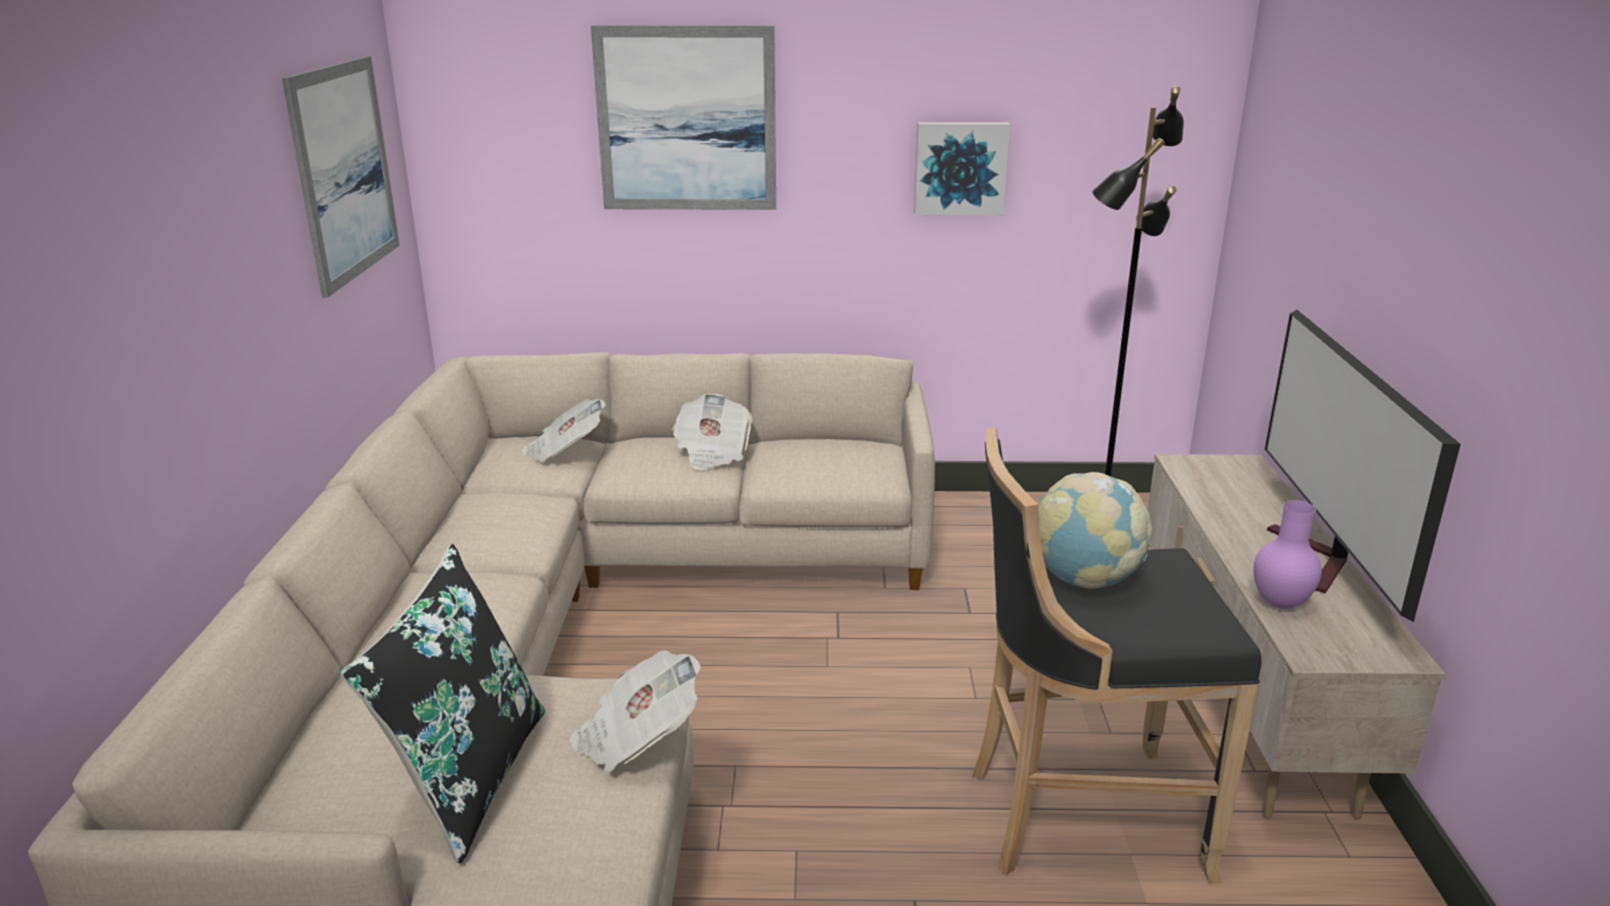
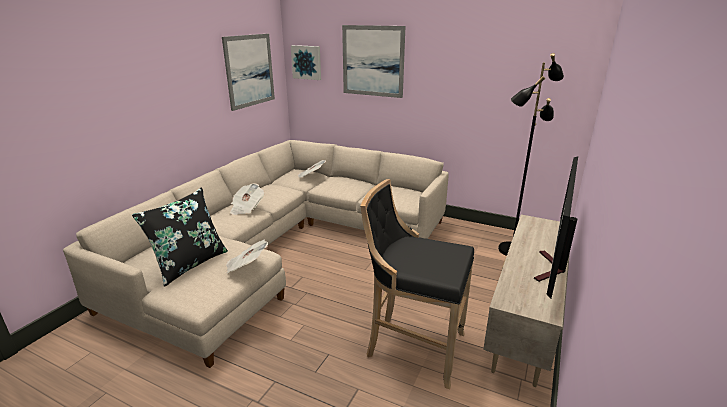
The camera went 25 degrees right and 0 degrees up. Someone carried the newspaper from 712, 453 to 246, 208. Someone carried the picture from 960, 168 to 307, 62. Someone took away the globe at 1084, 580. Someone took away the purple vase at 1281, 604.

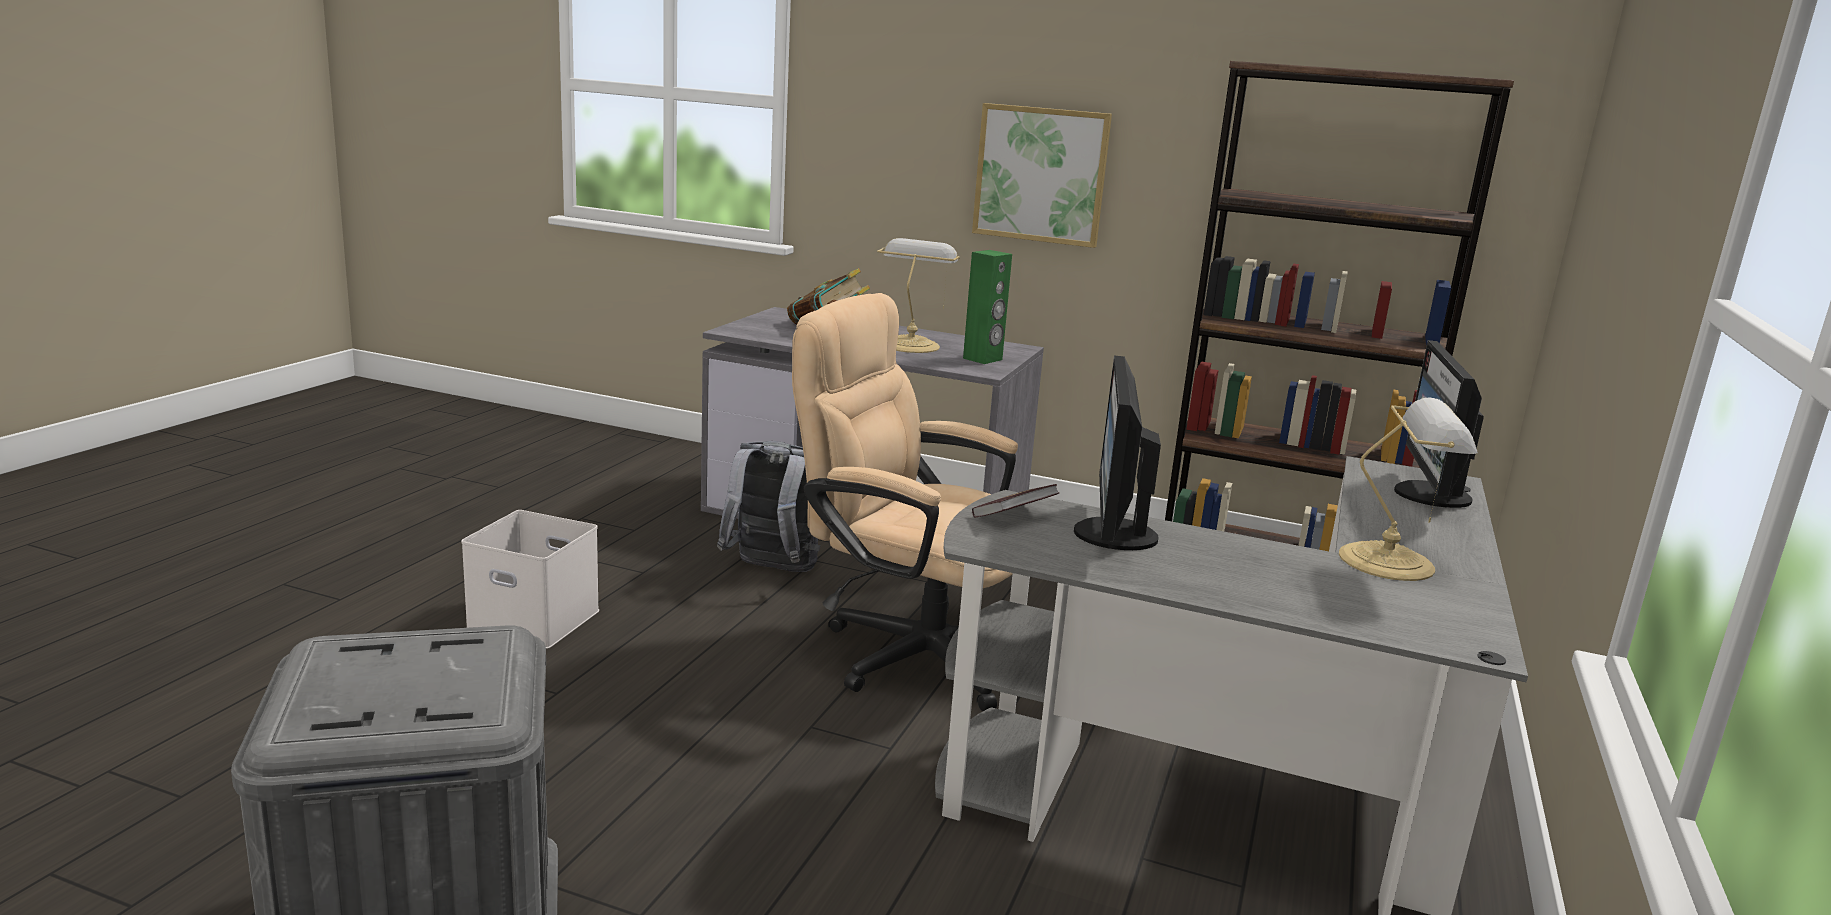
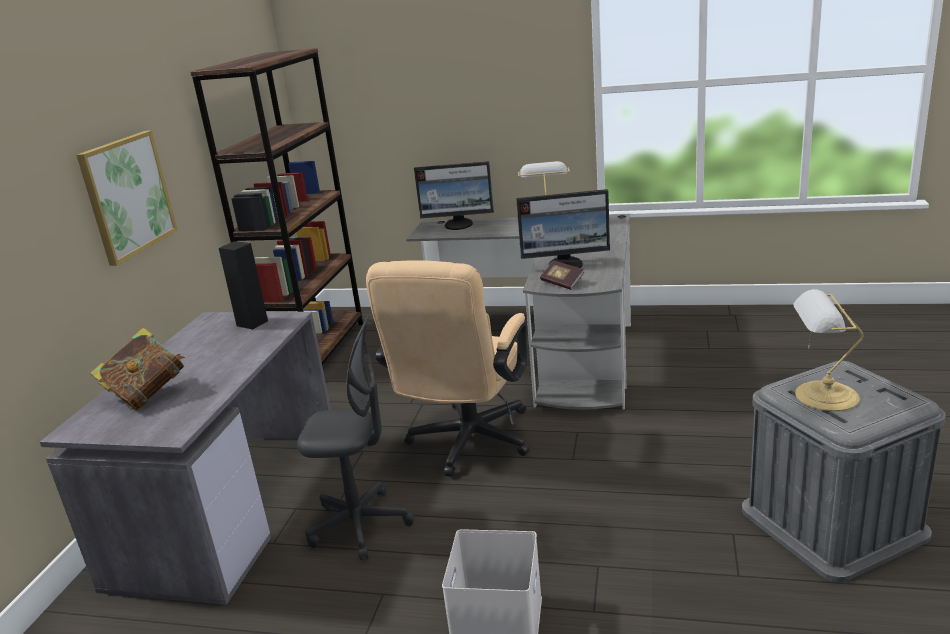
The camera went 95 degrees left and 5 degrees up. Someone swapped the grey backpack at 772, 570 for the grey office chair at 360, 525. Someone carried the table lamp from 911, 345 to 823, 396. Someone repainted the green speaker at 983, 359, which became the black speaker at 252, 323.

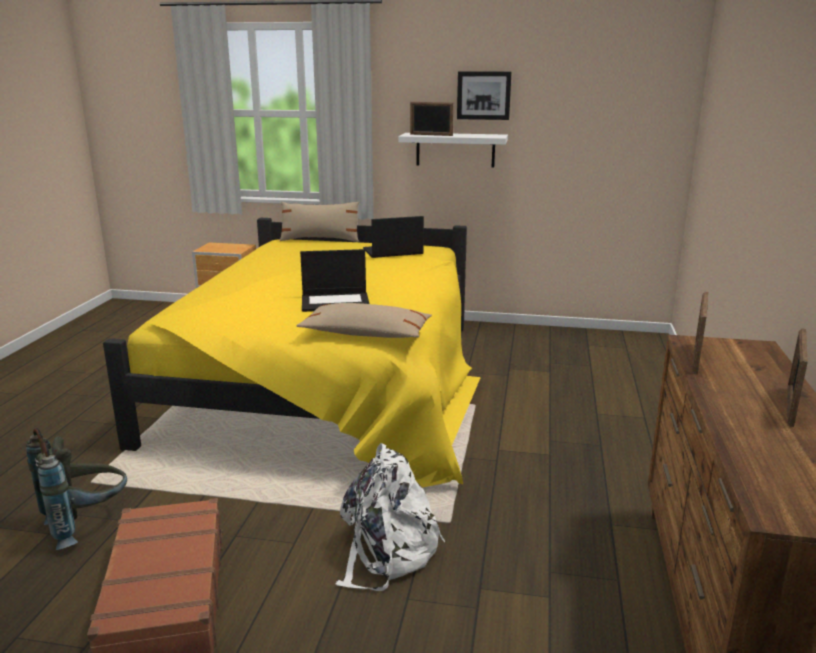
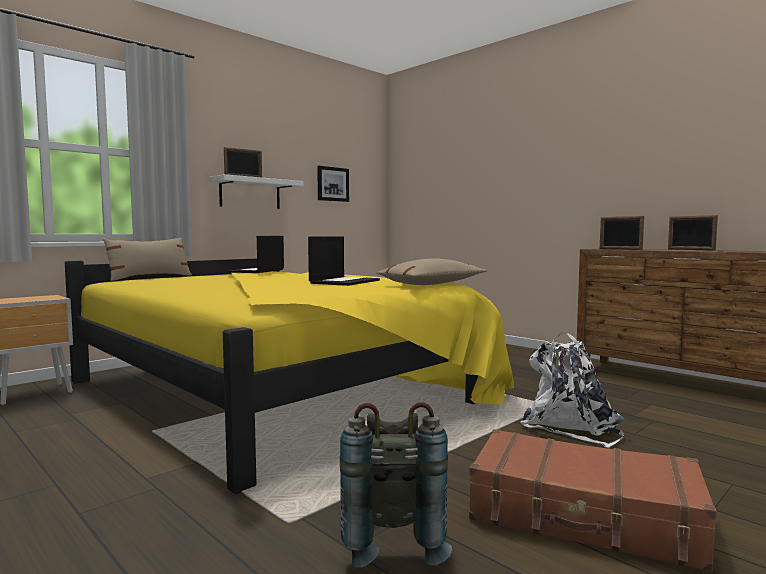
The camera went 55 degrees left and 15 degrees down. Someone carried the picture from 483, 95 to 332, 184.

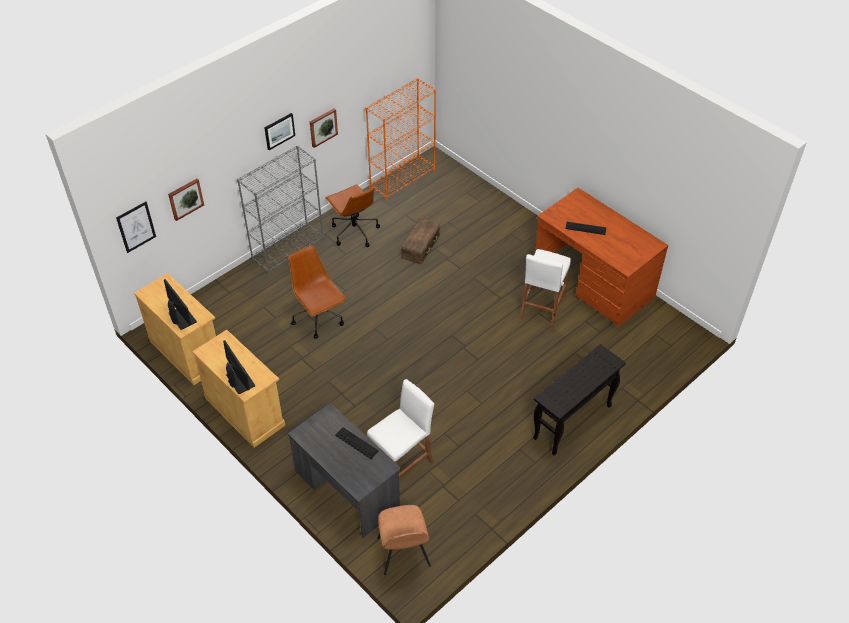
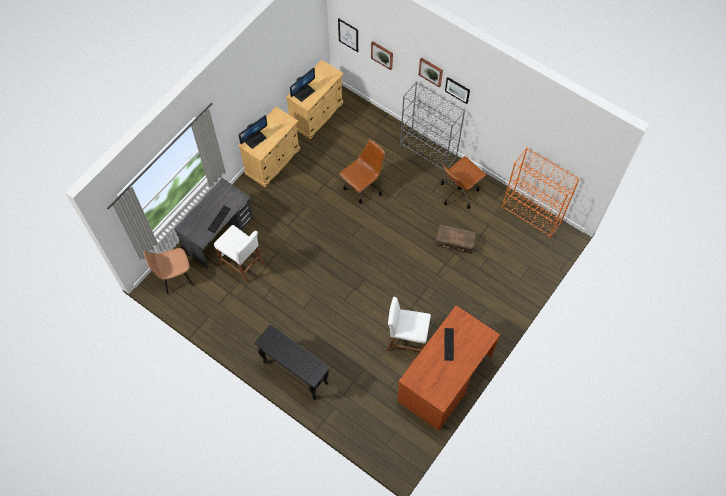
The camera went 80 degrees right and 15 degrees up. Someone carried the picture from 323, 127 to 431, 71.

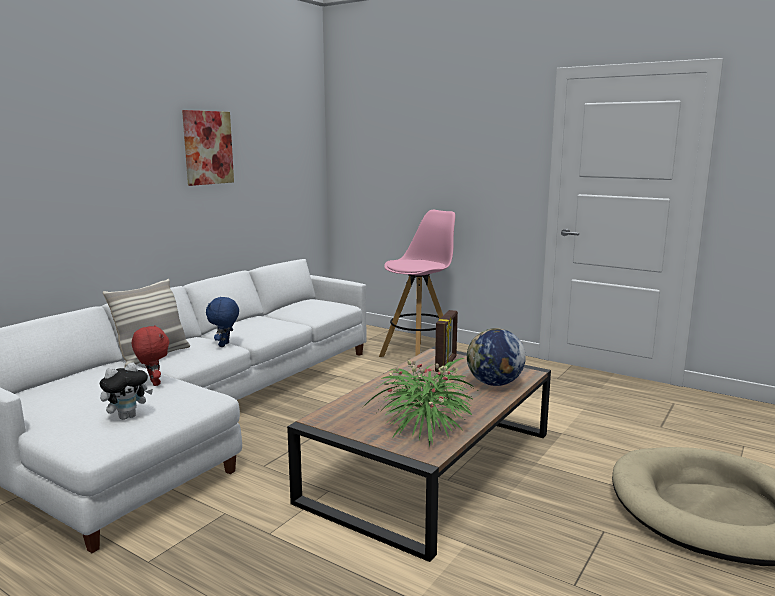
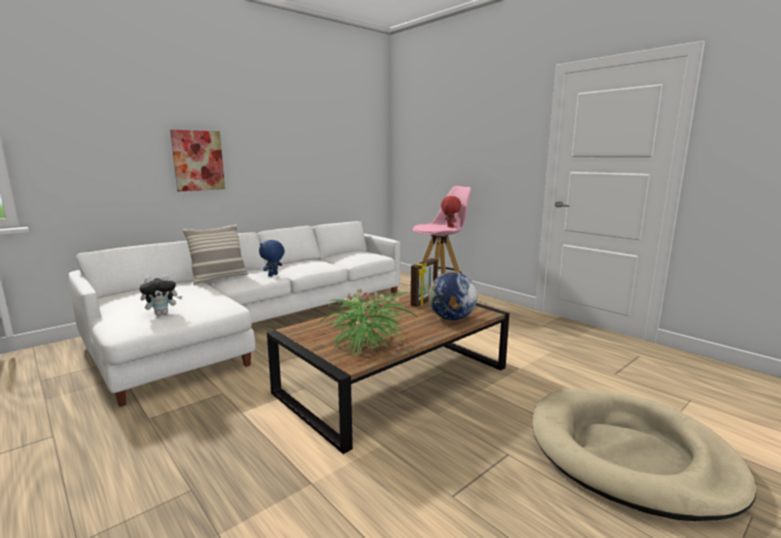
The camera went 15 degrees right and 0 degrees up. Someone carried the red plush toy from 153, 383 to 449, 227. Someone carried the picture from 208, 147 to 198, 160.

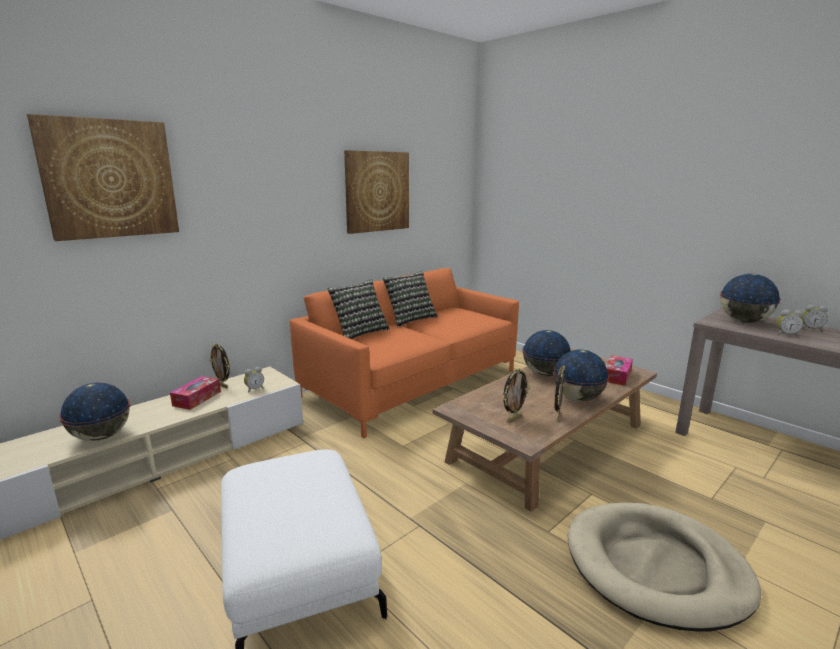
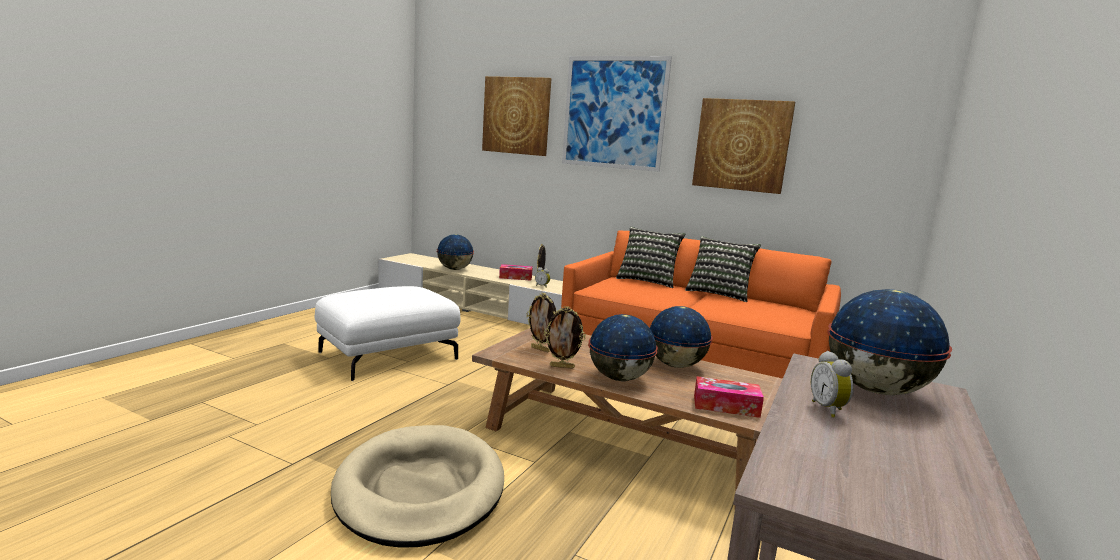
The camera went 70 degrees right and 5 degrees down. Someone took away the alarm clock at 810, 329. Someone put up the picture at 614, 113.

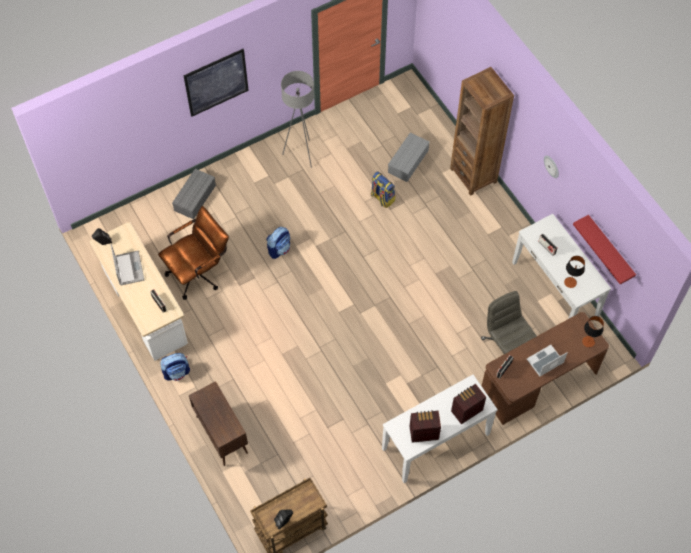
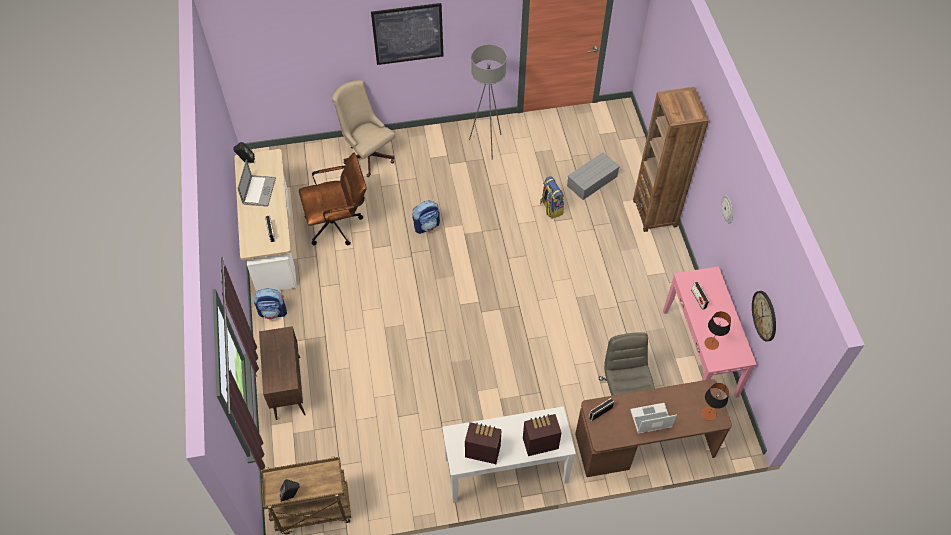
The camera went 20 degrees right and 5 degrees down. Someone swapped the grey storage box at 195, 197 for the beige office chair at 367, 154. Someone repainted the white console table at 555, 289, which became the pink console table at 700, 352. Someone swapped the red shelf at 610, 249 for the wall clock at 765, 315.

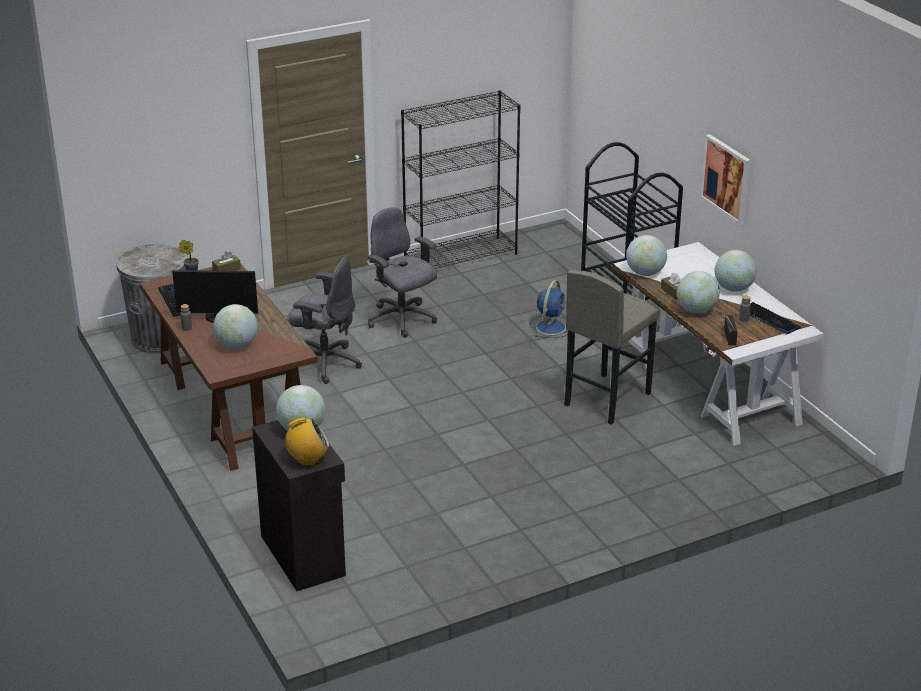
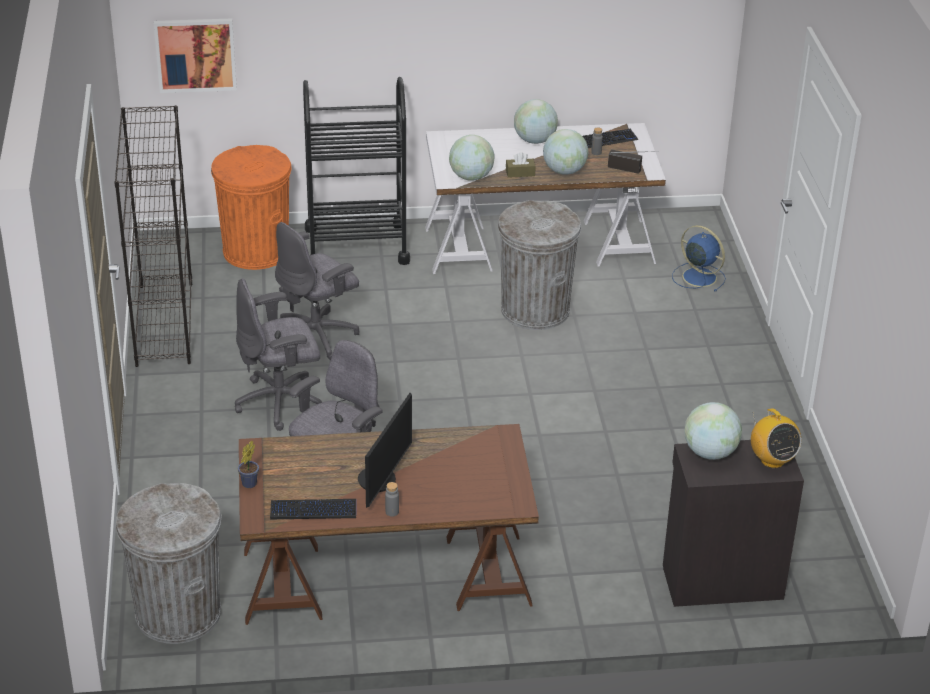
The camera went 70 degrees left and 5 degrees up. Someone took away the brown tissue box at 226, 269. Someone took away the globe at 237, 345. Someone rotated the radio at 308, 460 by 150 degrees clockwise. Someone carried the blue fan from 551, 326 to 698, 276. Someone swapped the grey stool at 606, 399 for the grey trash can at 535, 310. Someone carried the picture from 726, 178 to 195, 54. Someone put down the orange trash can at 256, 251. Someone put down the grey office chair at 317, 336.

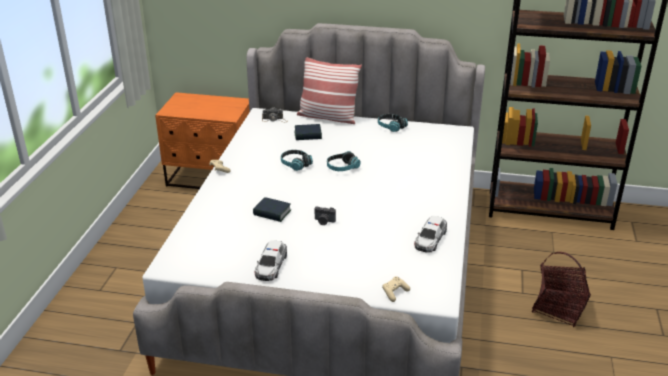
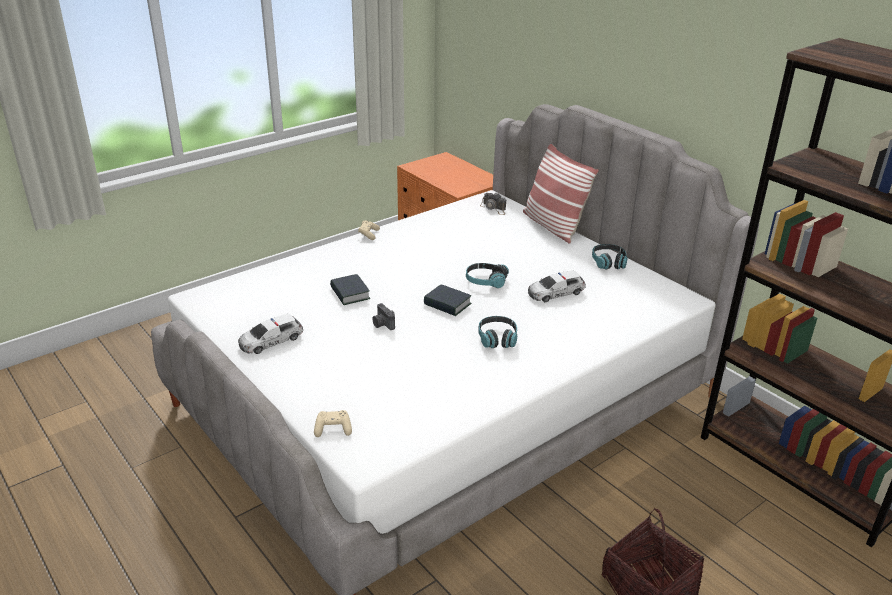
The camera went 40 degrees right and 0 degrees up. Someone carried the headphones from 295, 164 to 497, 338. Someone carried the book from 308, 135 to 447, 304. Someone carried the toy car from 430, 239 to 555, 292.

